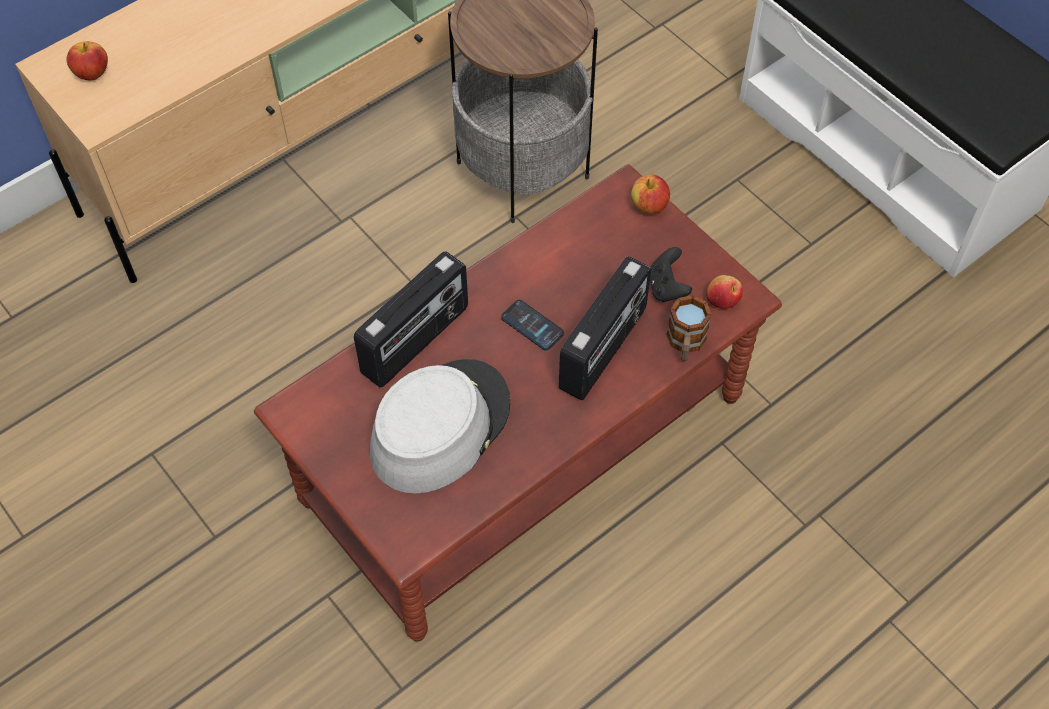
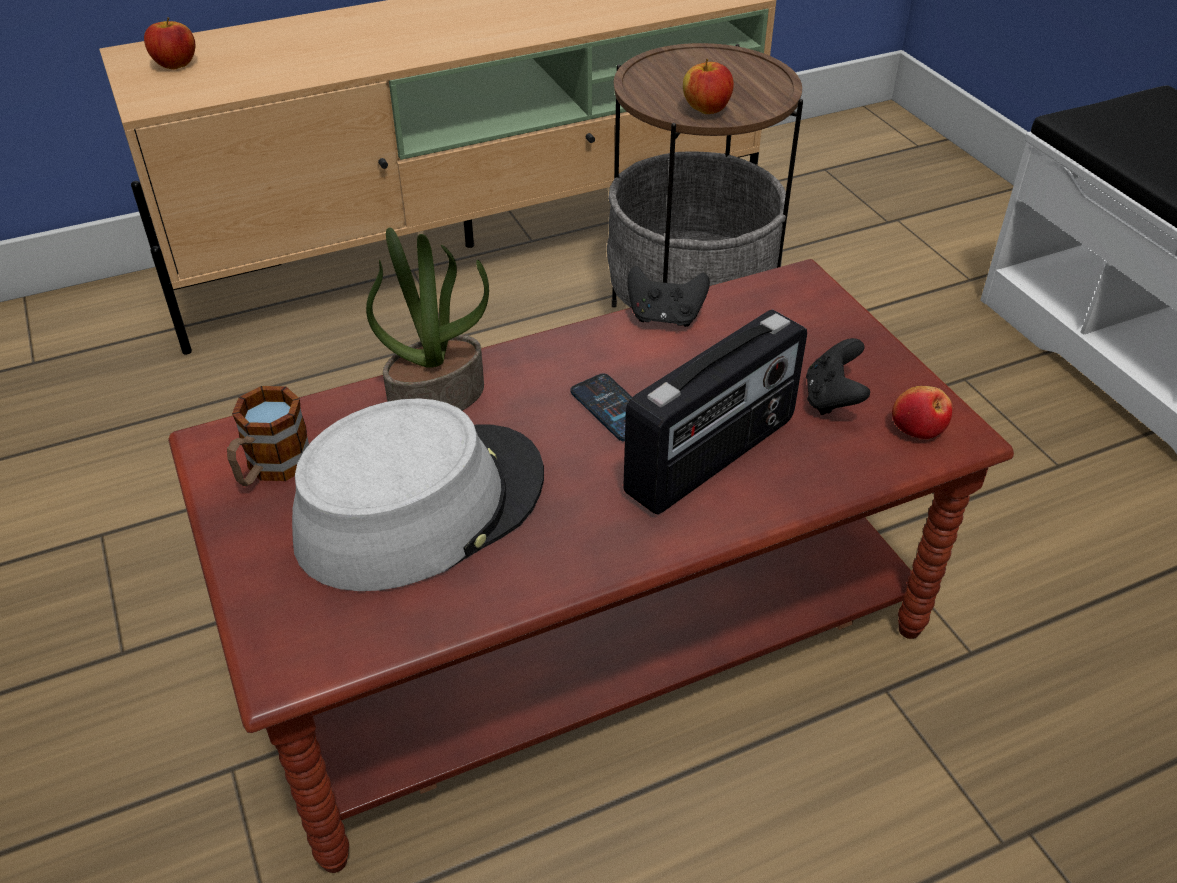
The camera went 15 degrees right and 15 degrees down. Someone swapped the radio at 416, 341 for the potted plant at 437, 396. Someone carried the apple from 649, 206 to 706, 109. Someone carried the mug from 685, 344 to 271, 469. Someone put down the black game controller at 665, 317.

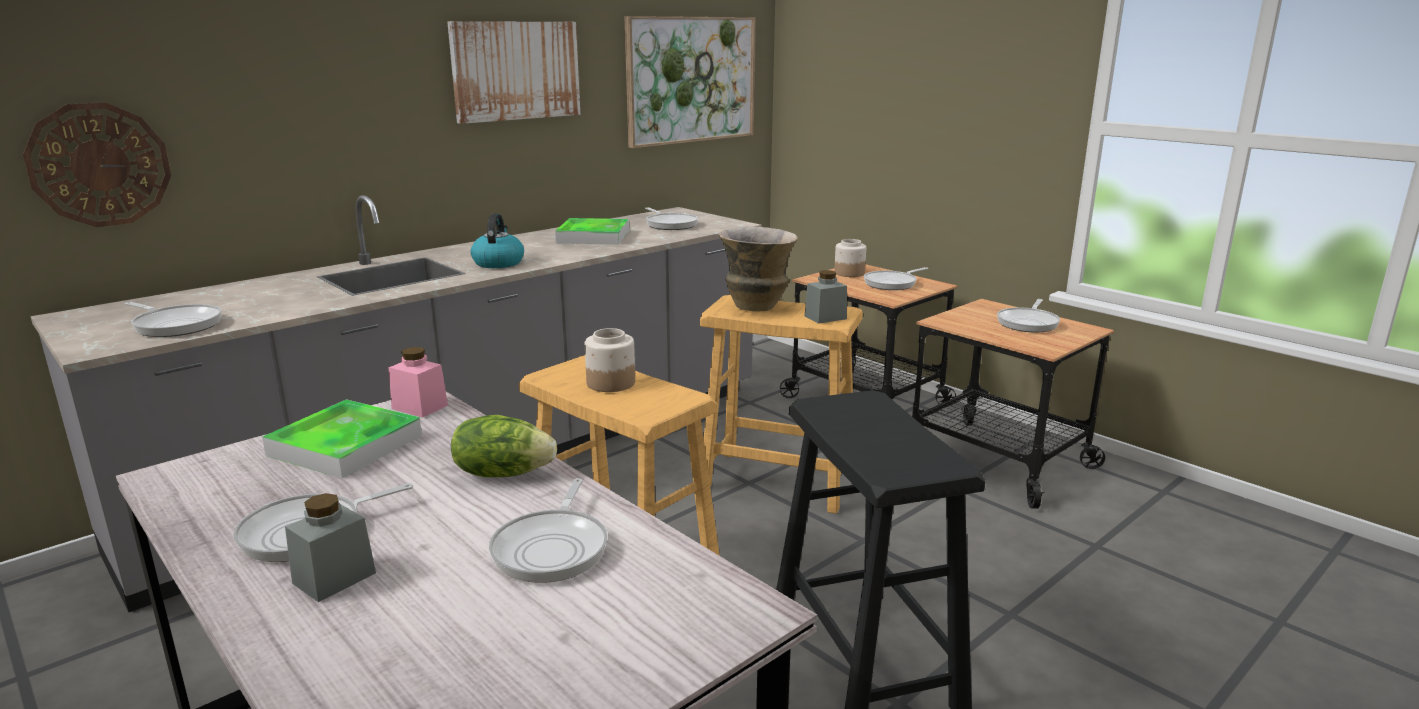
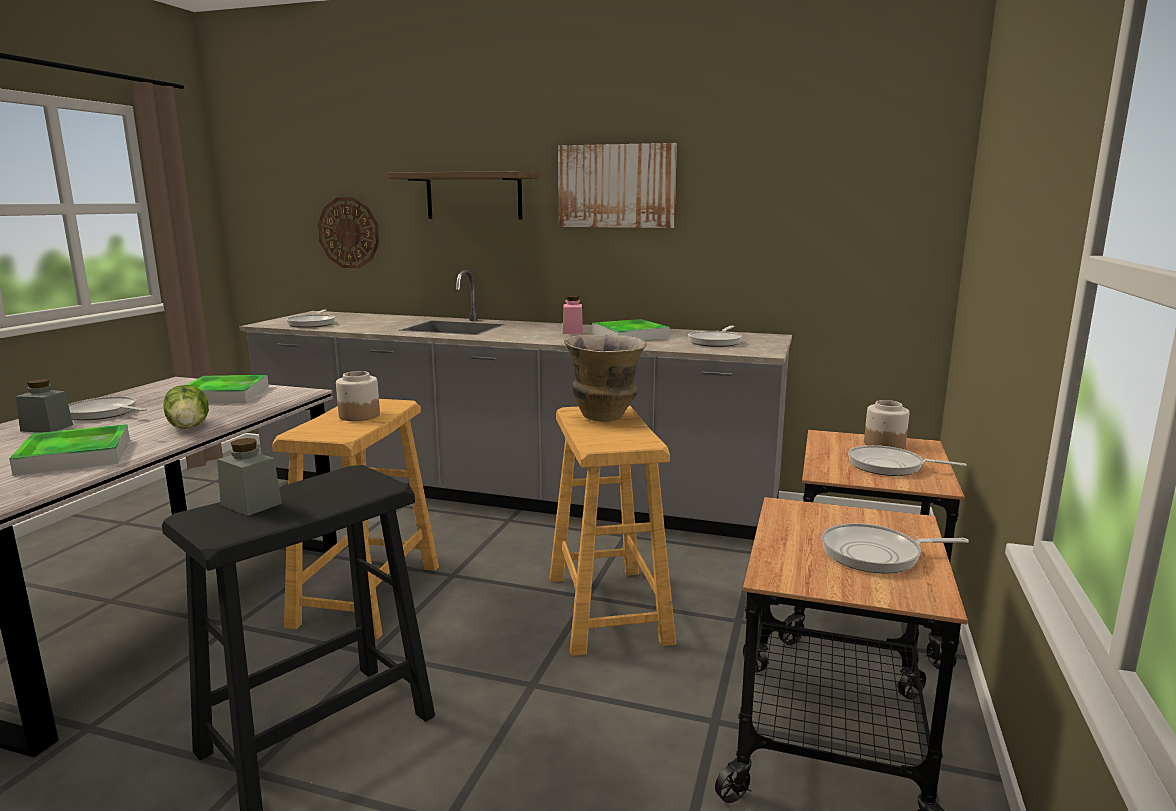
The camera went 60 degrees right and 5 degrees down. Someone carried the pink jar from 419, 407 to 572, 331. Someone took away the kettle at 498, 263. Someone swapped the frying pan at 553, 548 for the tray at 75, 456. Someone took away the picture at 691, 80. Someone carried the grey jar from 825, 317 to 251, 504. Someone put up the shelf at 474, 196.

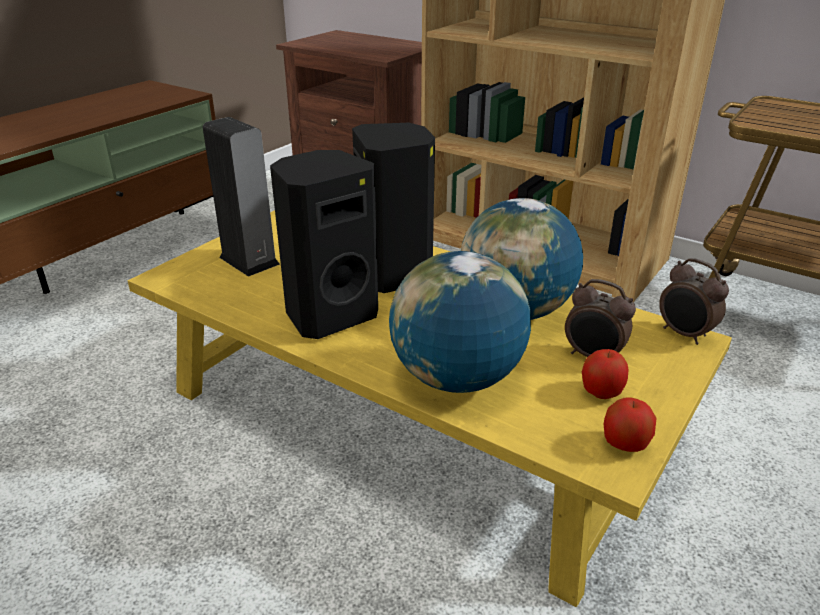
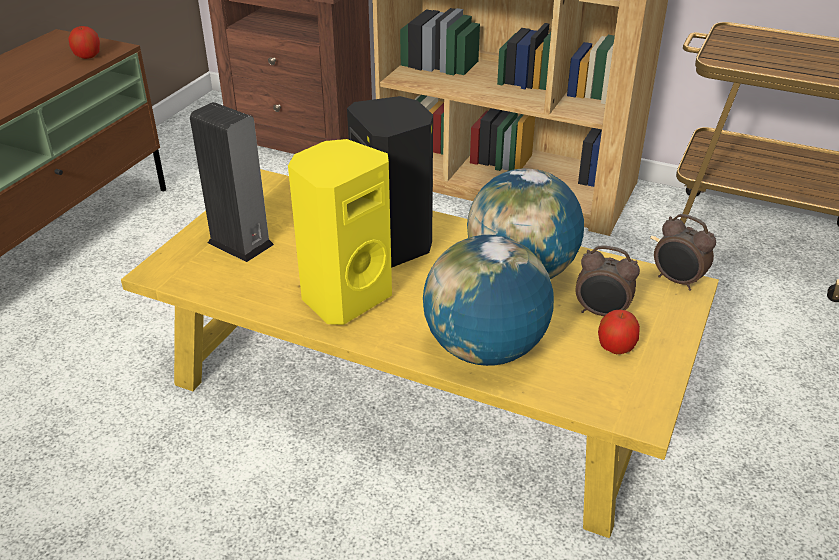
The camera went 10 degrees left and 5 degrees up. Someone repainted the black speaker at 329, 315, which became the yellow speaker at 344, 297. Someone carried the apple from 624, 444 to 88, 56.

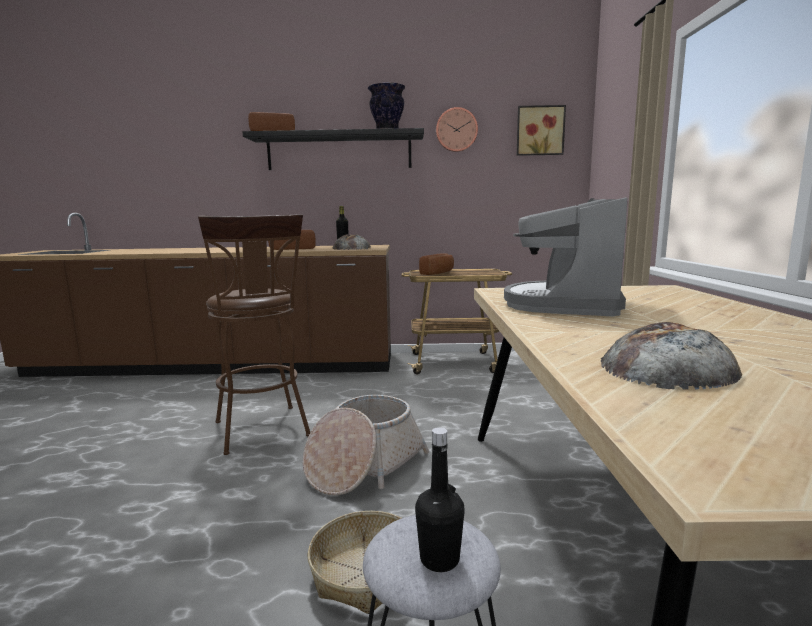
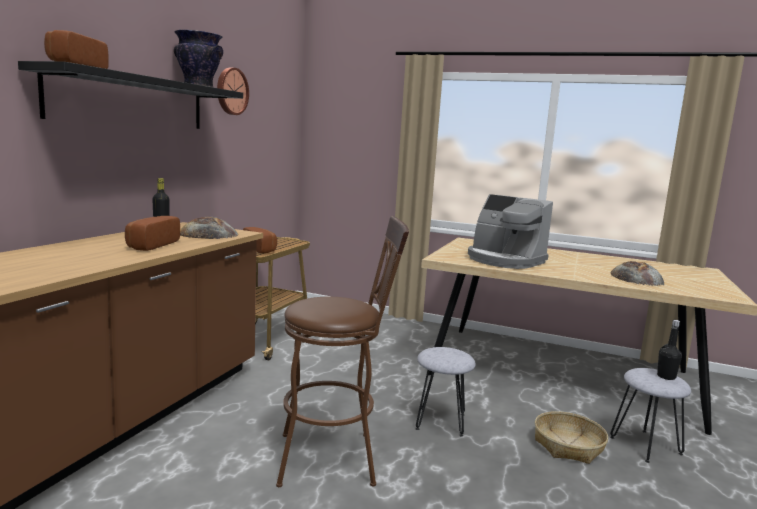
The camera went 70 degrees left and 0 degrees up. Someone swapped the basket at 364, 465 for the grey stool at 440, 421. Someone took away the picture at 539, 131.

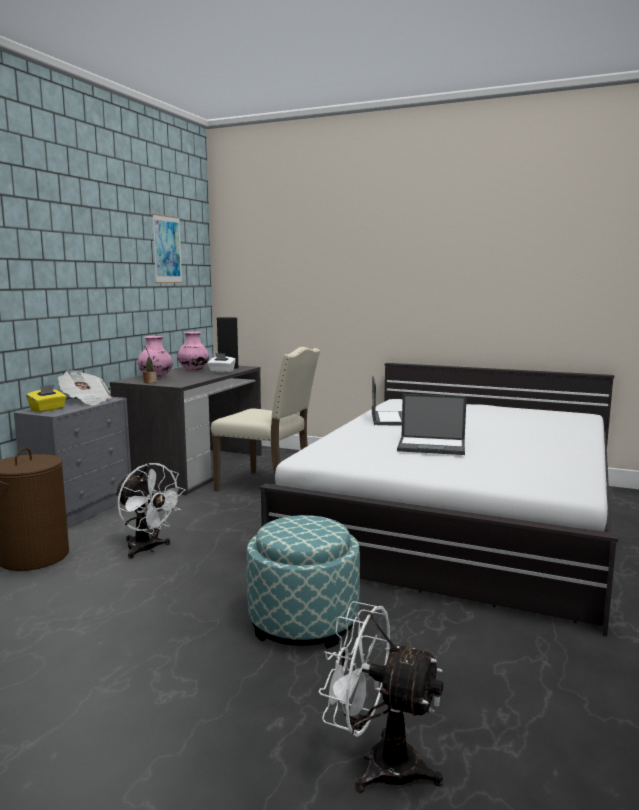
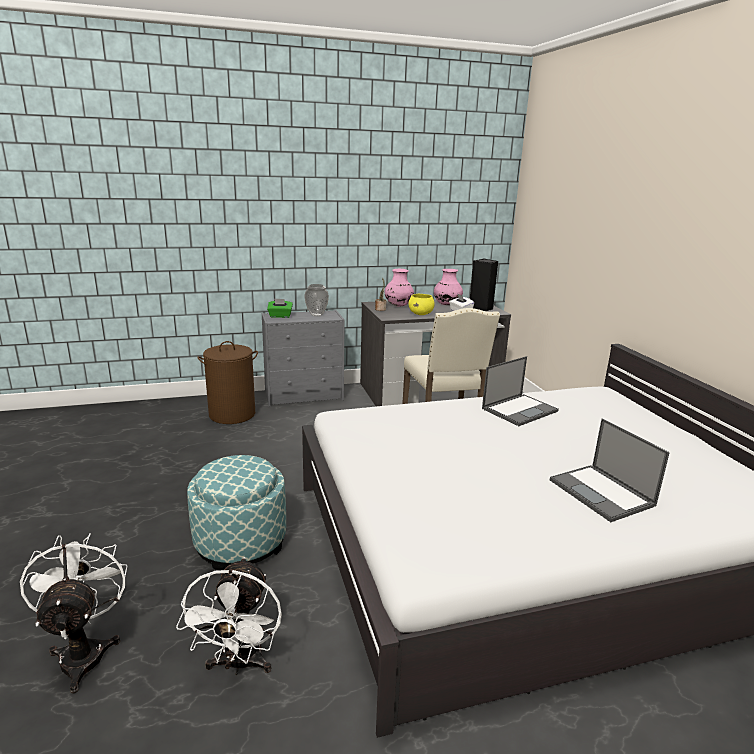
The camera went 50 degrees right and 10 degrees up. Someone repainted the yellow tissue box at 47, 409, which became the green tissue box at 280, 316. Someone swapped the newspaper at 85, 401 for the vase at 316, 315. Someone carried the white fan from 147, 549 to 239, 664. Someone took away the picture at 167, 249. Someone carried the laptop from 432, 446 to 602, 493. Someone put down the yellow bowl at 421, 314.

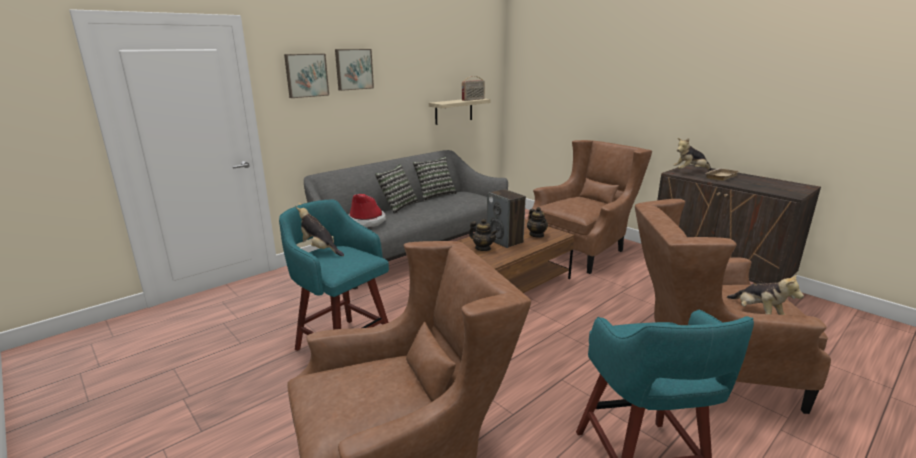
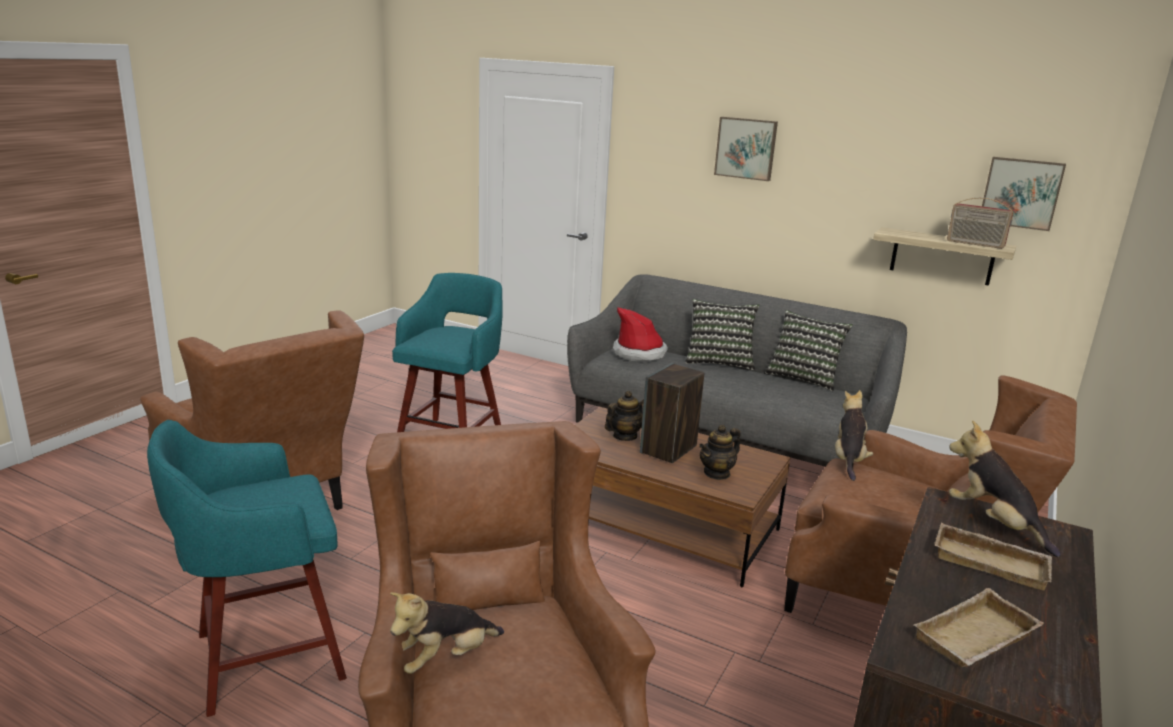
The camera went 70 degrees right and 0 degrees up. Someone carried the picture from 306, 75 to 1021, 193. Someone carried the plush toy from 319, 249 to 848, 460. Someone rotated the teapot at 483, 248 by 150 degrees counterclockwise. Someone put down the beige tray at 977, 640.

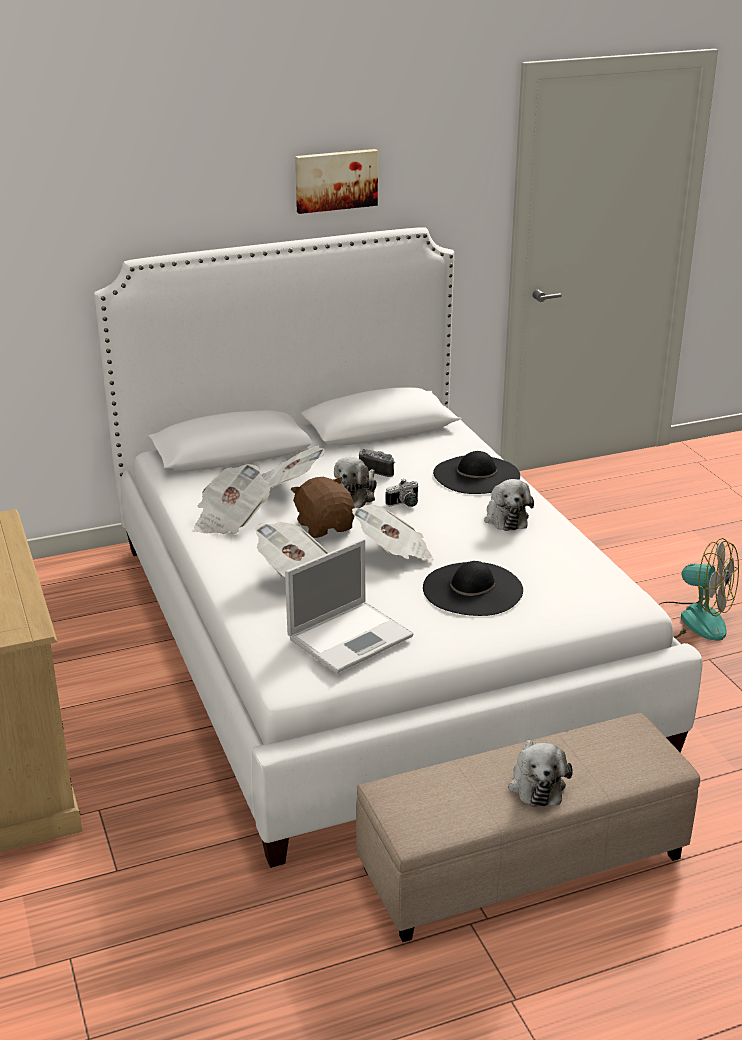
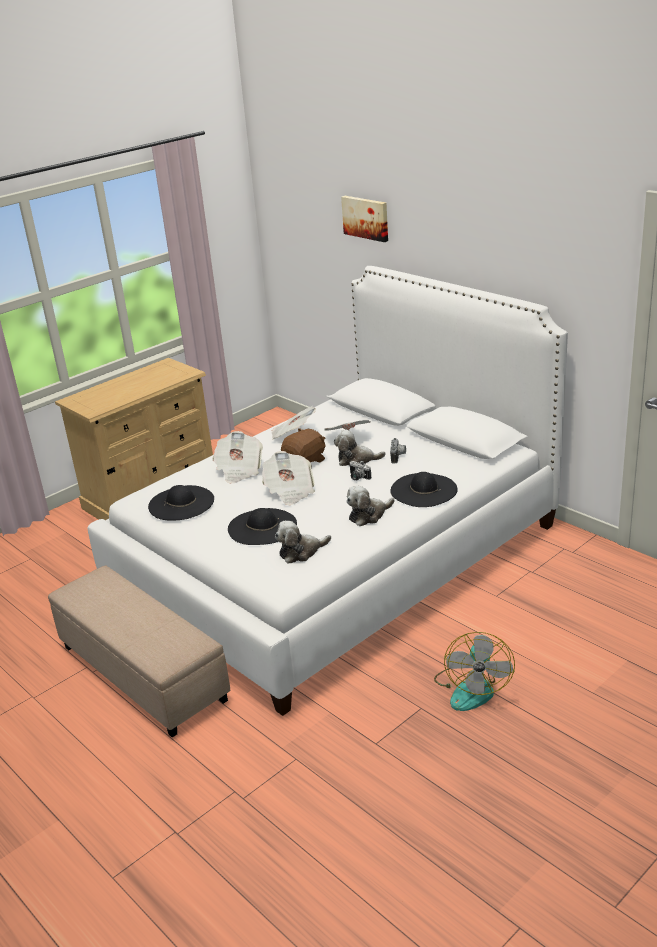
The camera went 70 degrees right and 0 degrees up. Someone swapped the laptop at 351, 636 for the black hat at 181, 503. Someone carried the picture from 335, 180 to 366, 218. Someone carried the plush toy from 536, 784 to 301, 552.

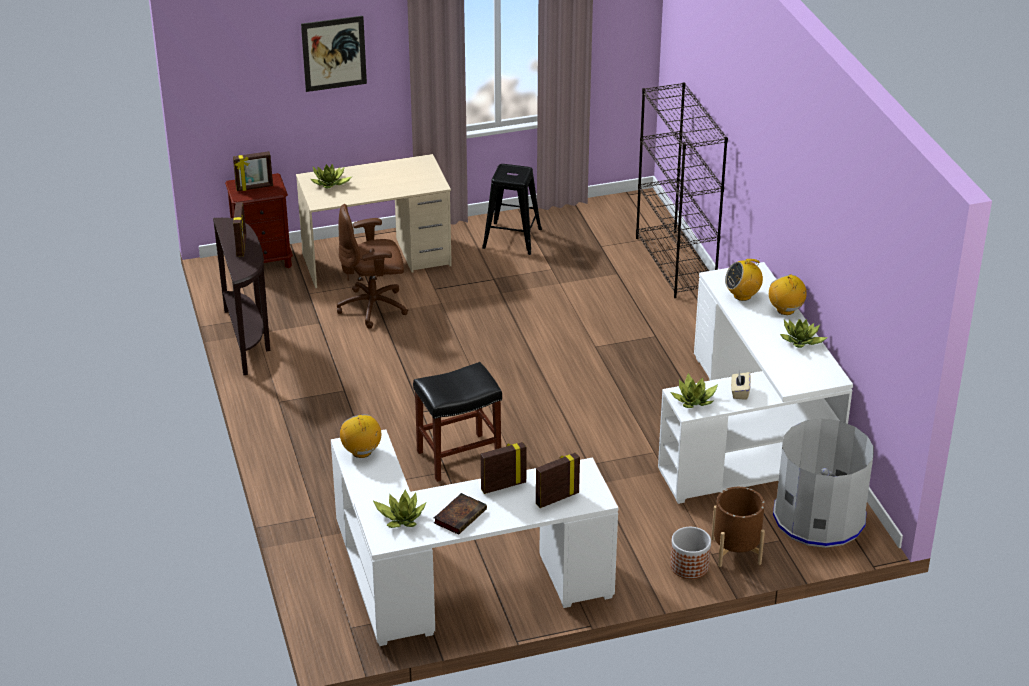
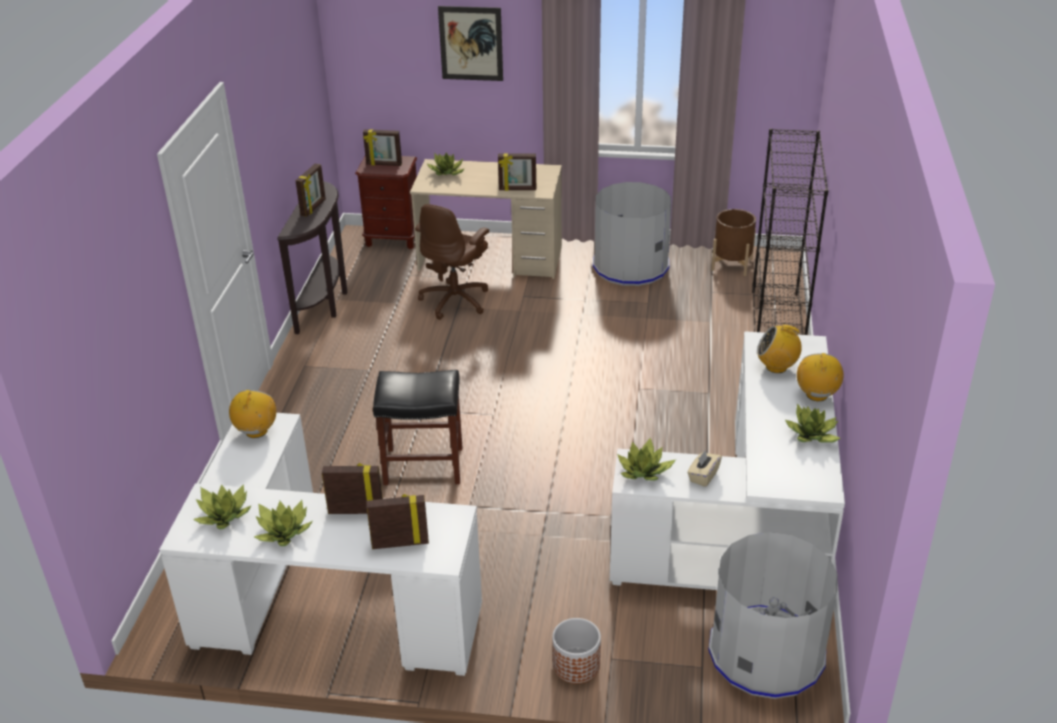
The camera went 25 degrees right and 0 degrees up. Someone rotated the brown office chair at 374, 307 by 75 degrees counterclockwise. Someone swapped the book at 460, 515 for the potted plant at 284, 531. Someone swapped the black stool at 513, 238 for the grey trash can at 630, 266. Someone carried the brown planter from 736, 551 to 732, 264. Someone put down the picture frame at 517, 189.

